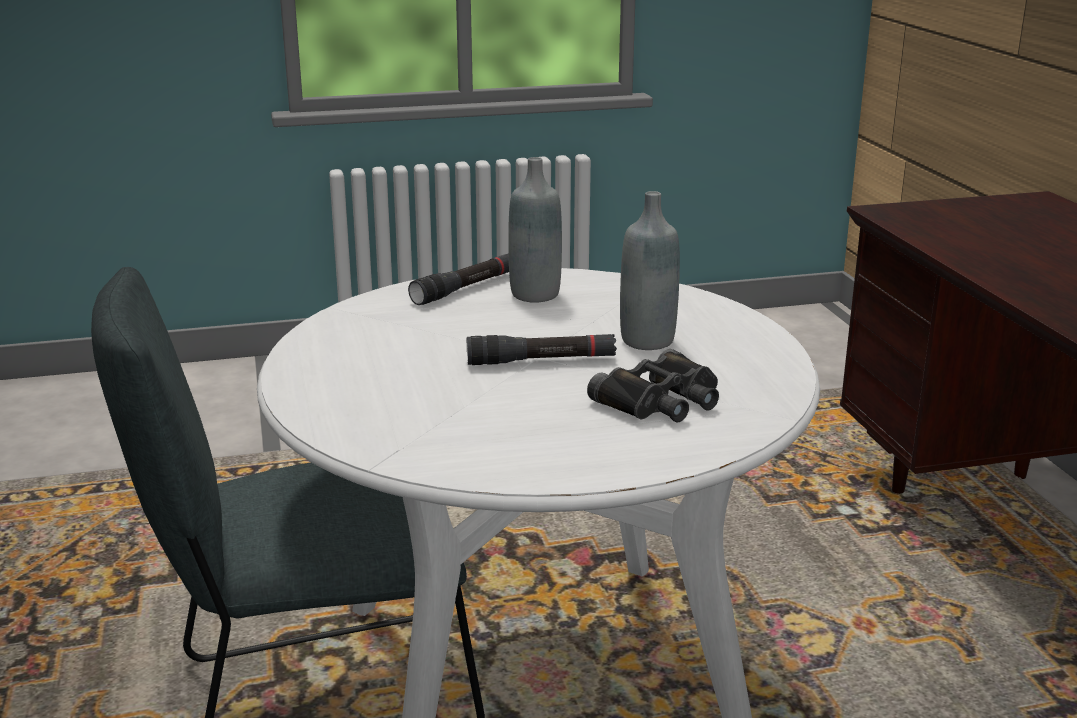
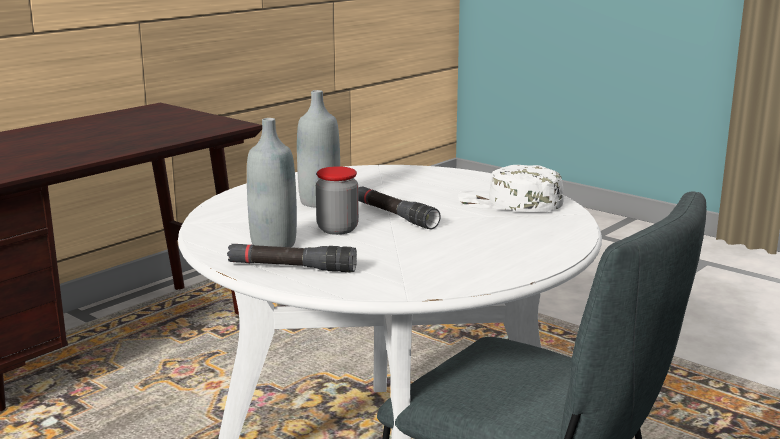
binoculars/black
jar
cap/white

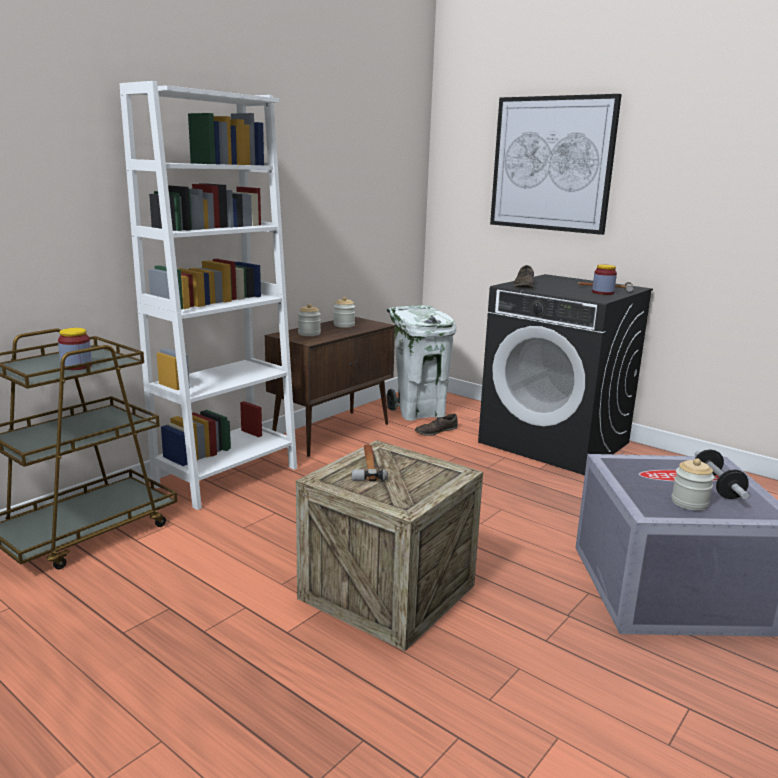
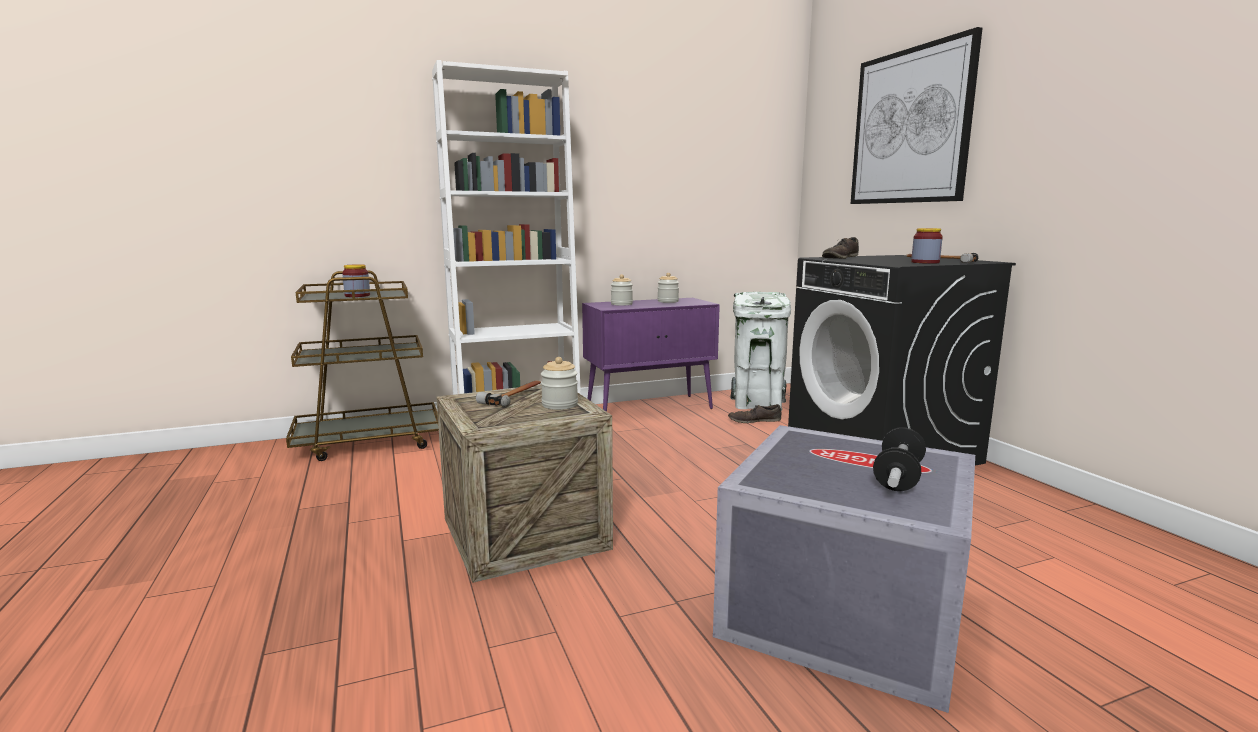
cabinet/purple
jar (2nd from left)

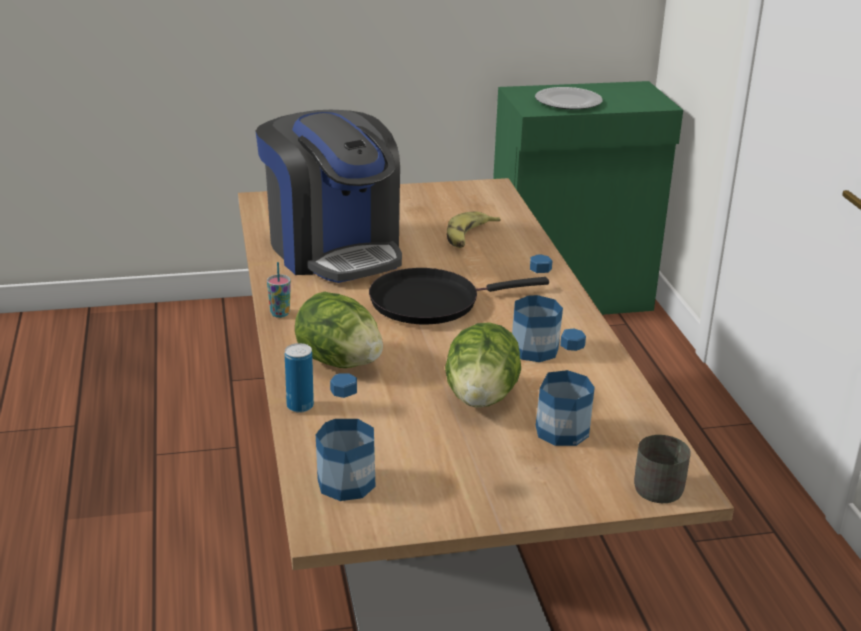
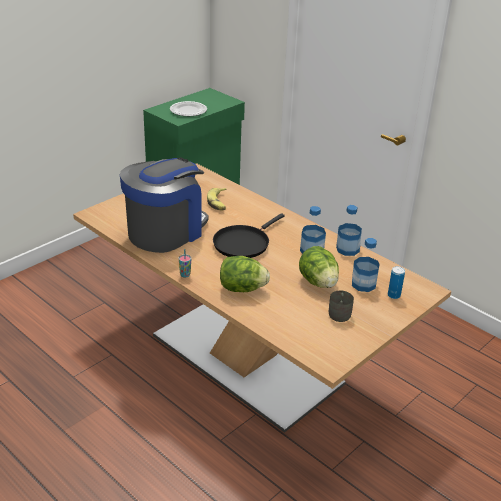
coffee machine
can
bottle (2nd from left)
mug/grey

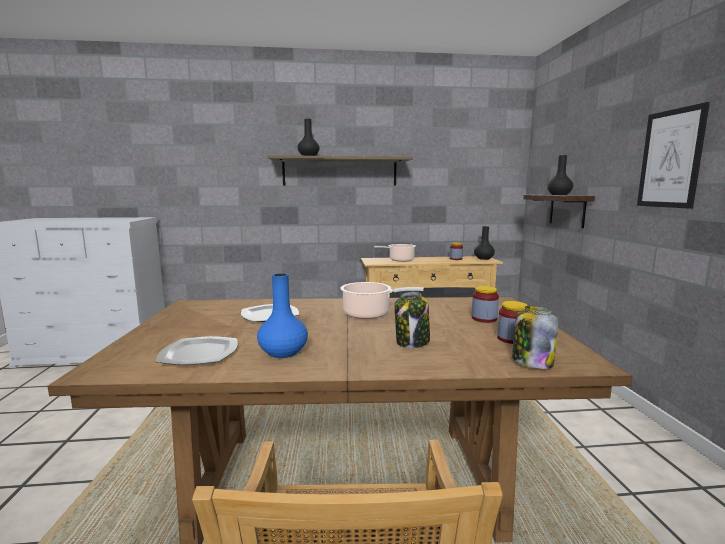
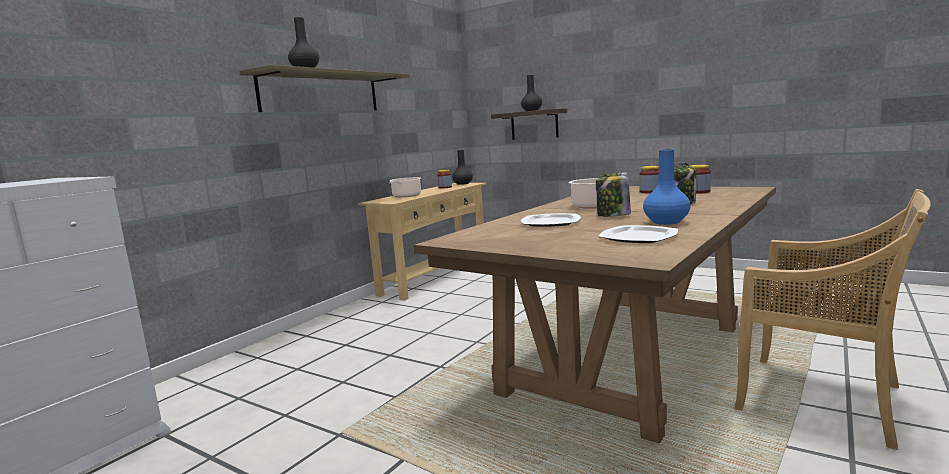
jar (2nd from left)
picture

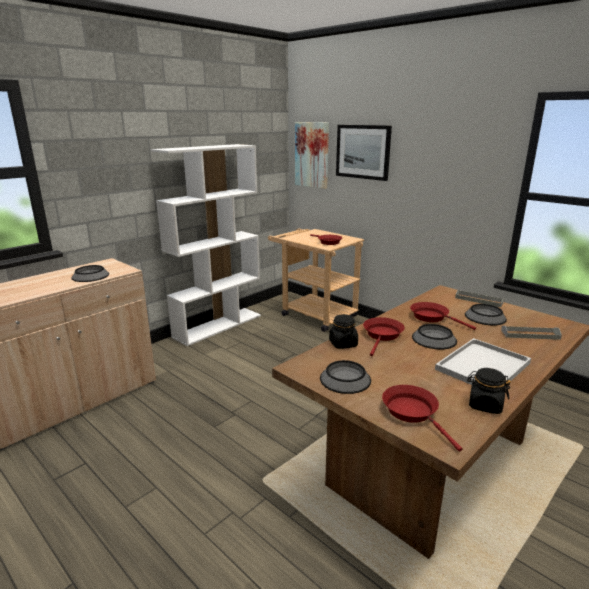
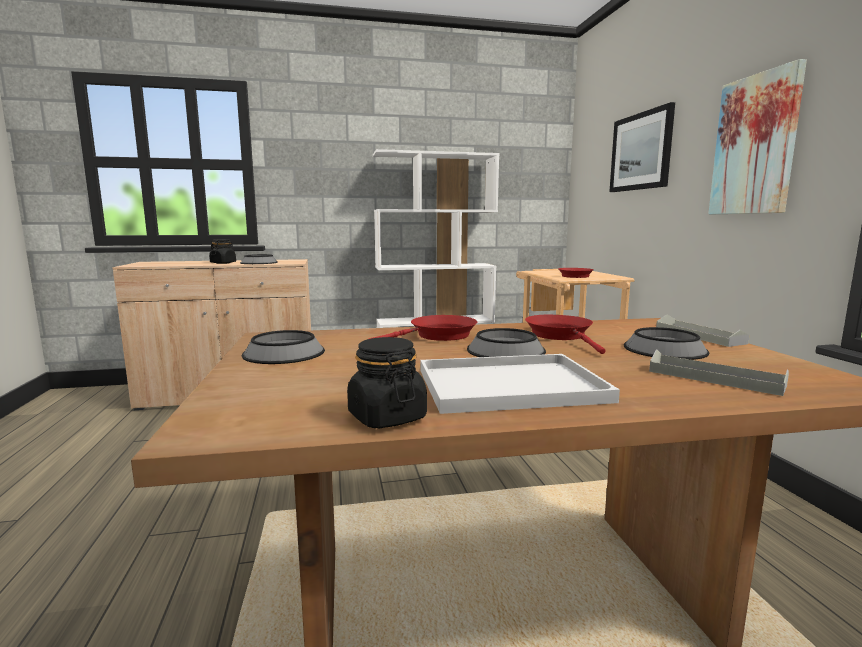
picture (2nd from left)
jar/black (1st from left)
frying pan/red (3rd from left in the first image)

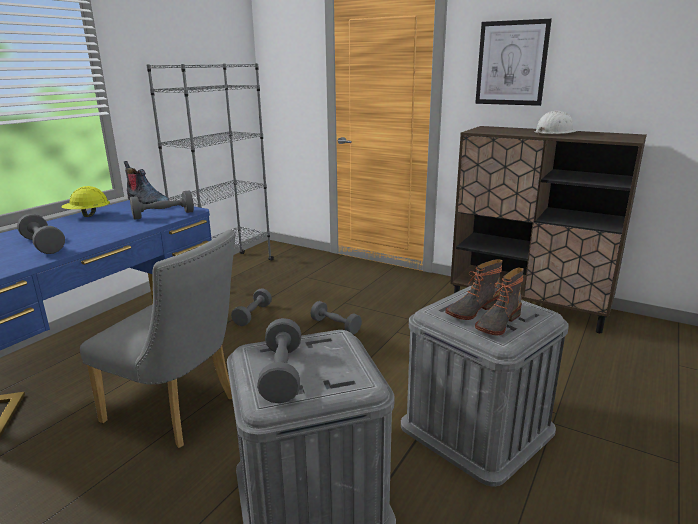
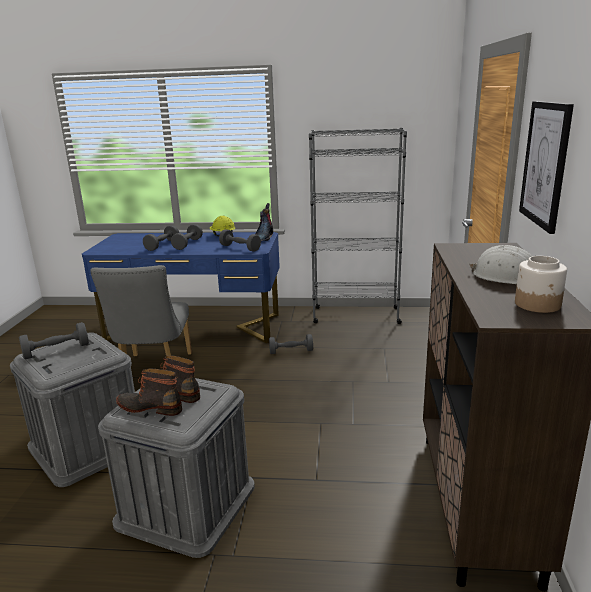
dumbbell/grey (3rd from left)
jar

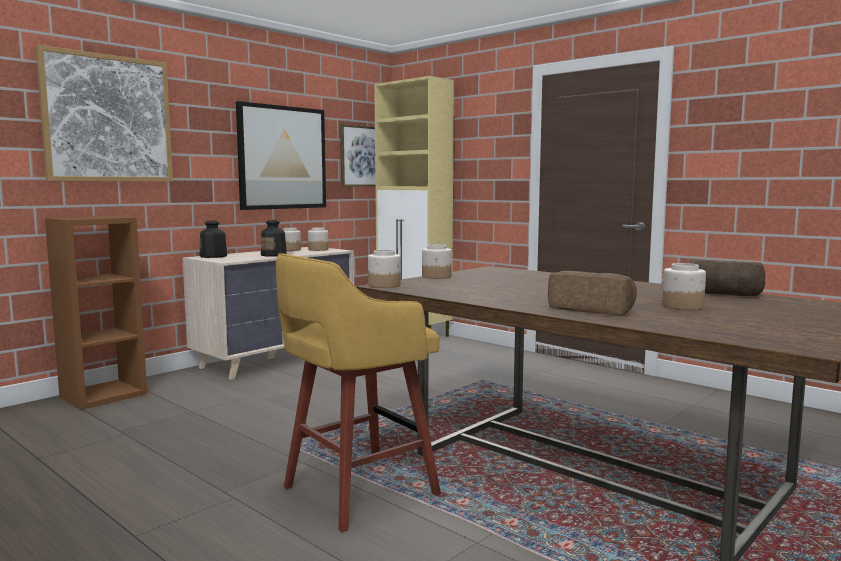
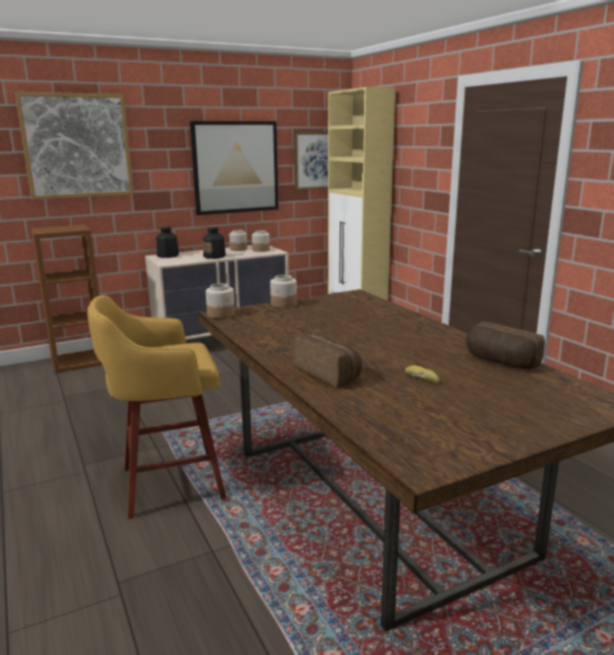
bread (2nd from left)

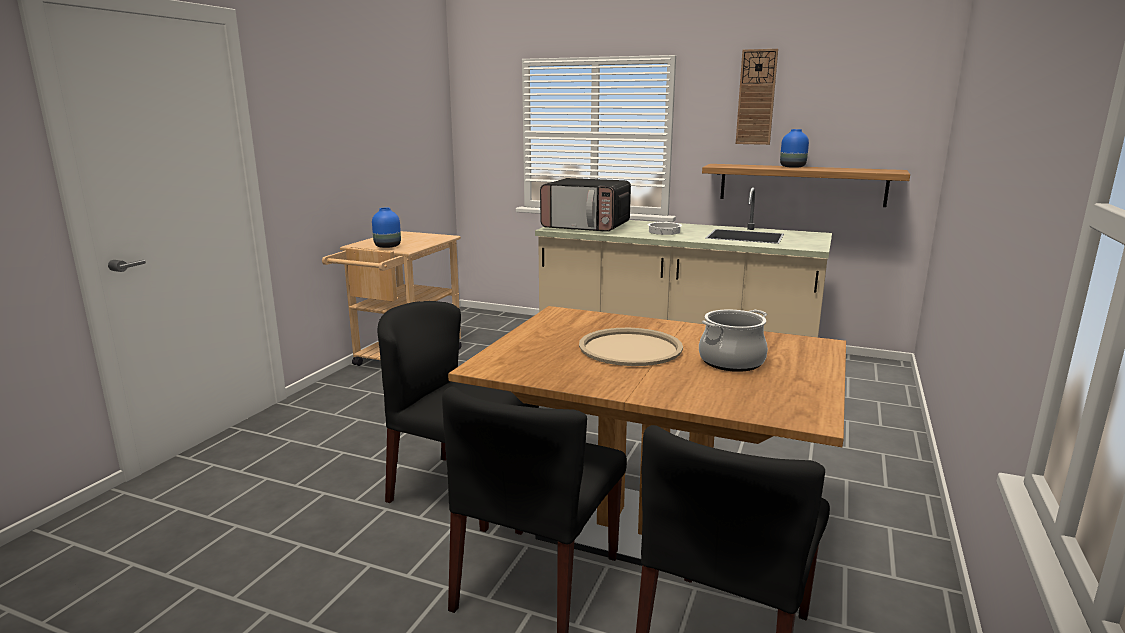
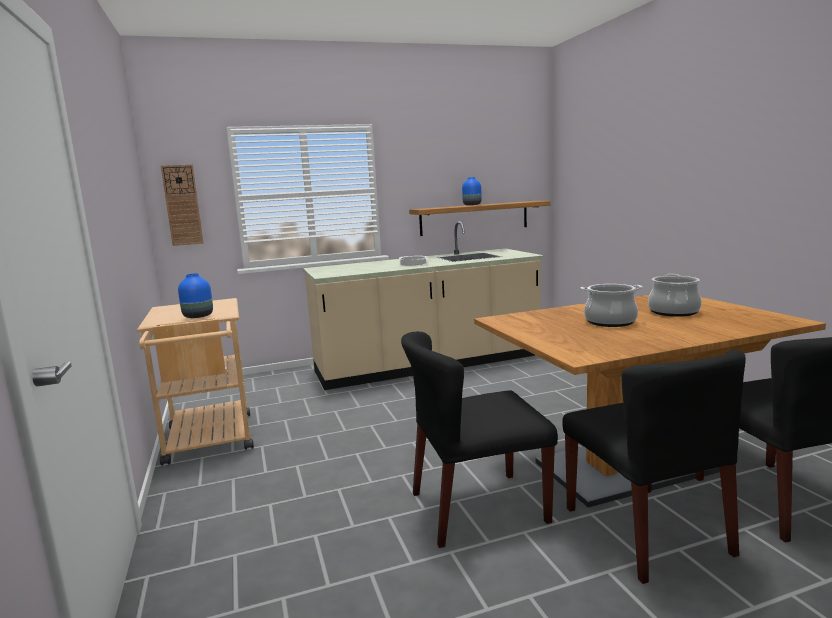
microwave
cooking pot (2nd from left)
wall clock

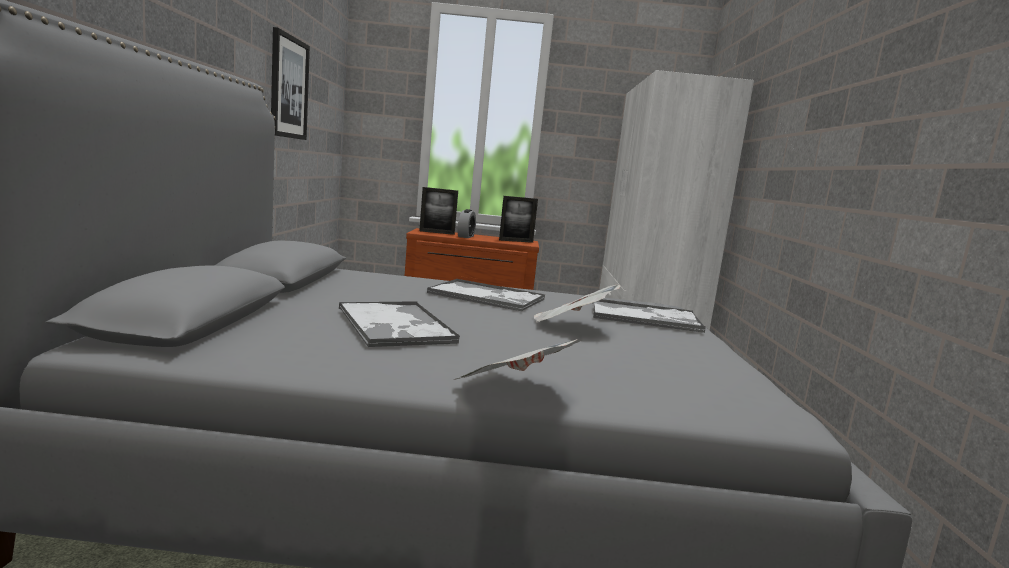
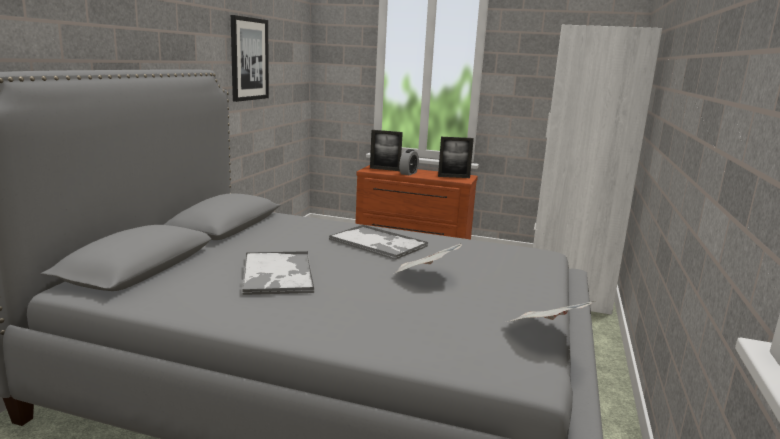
newspaper (2nd from left)
tray (3rd from left in the first image)

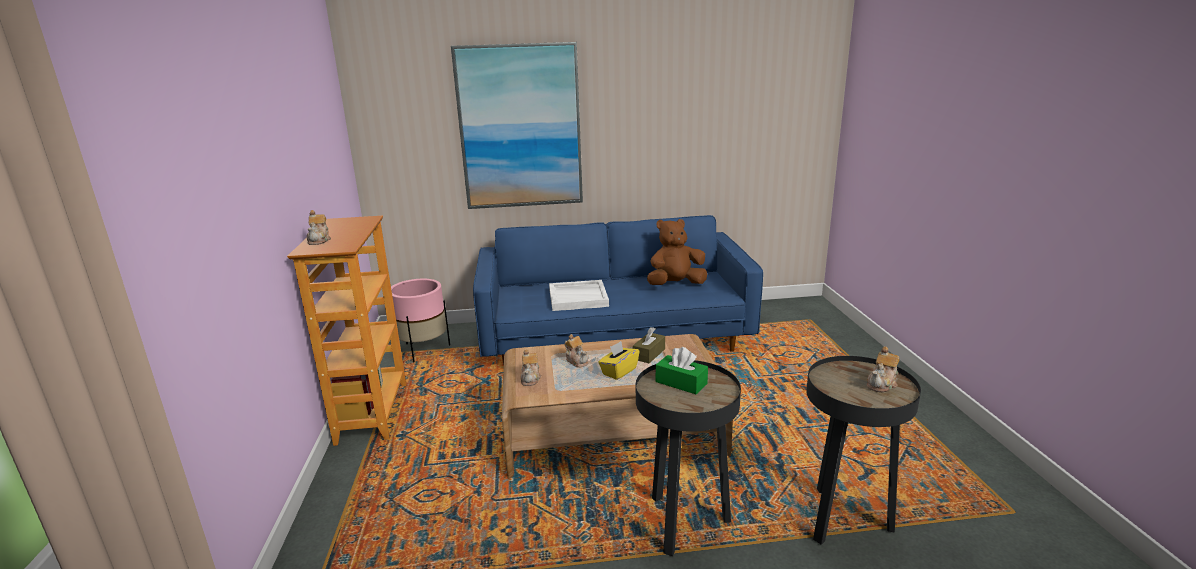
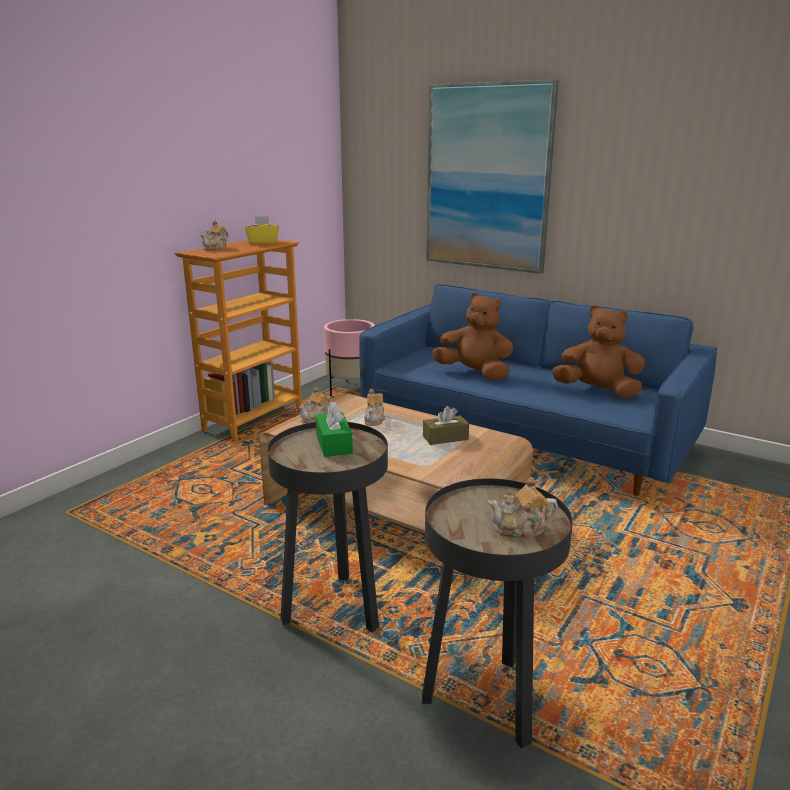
plush toy/brown (1st from left)
tissue box/yellow

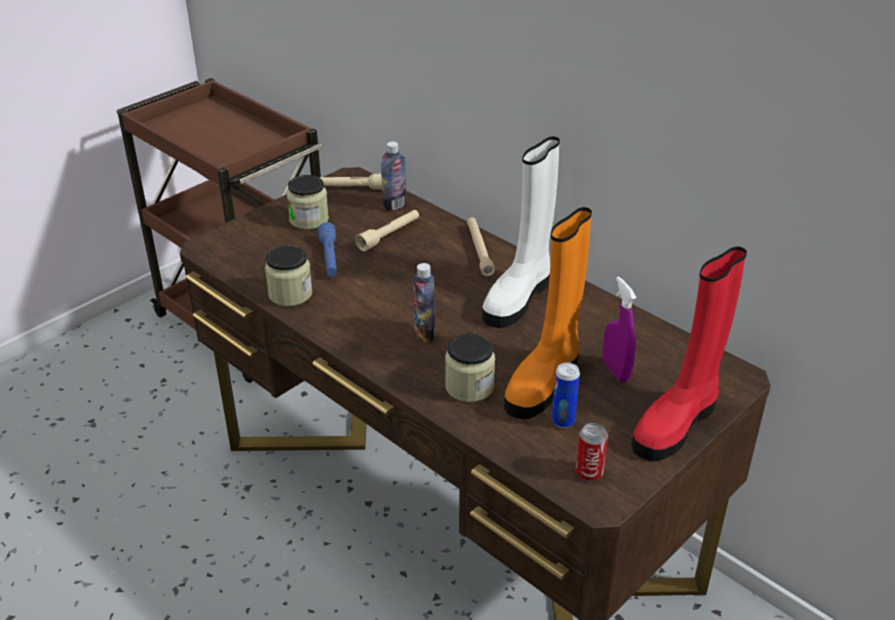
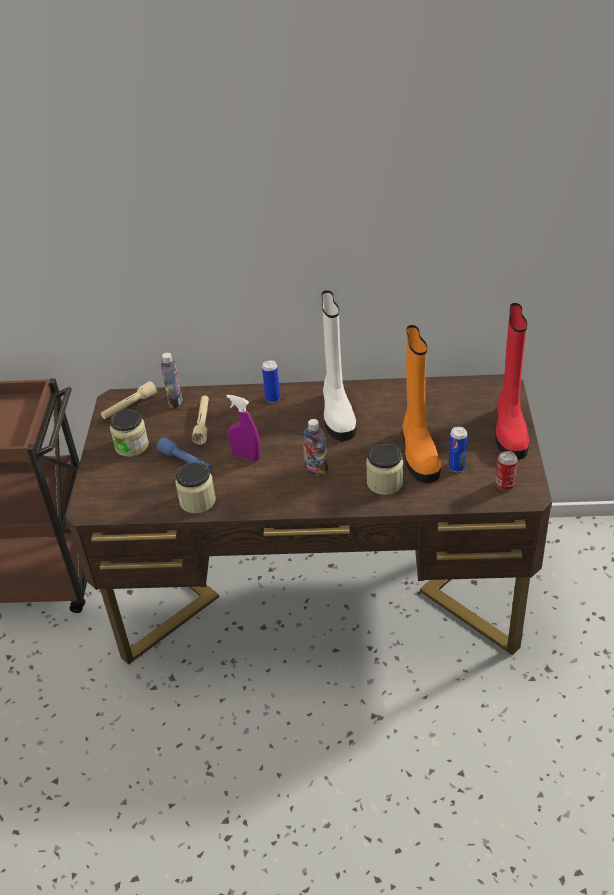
can (1st from left)
spray bottle/purple

